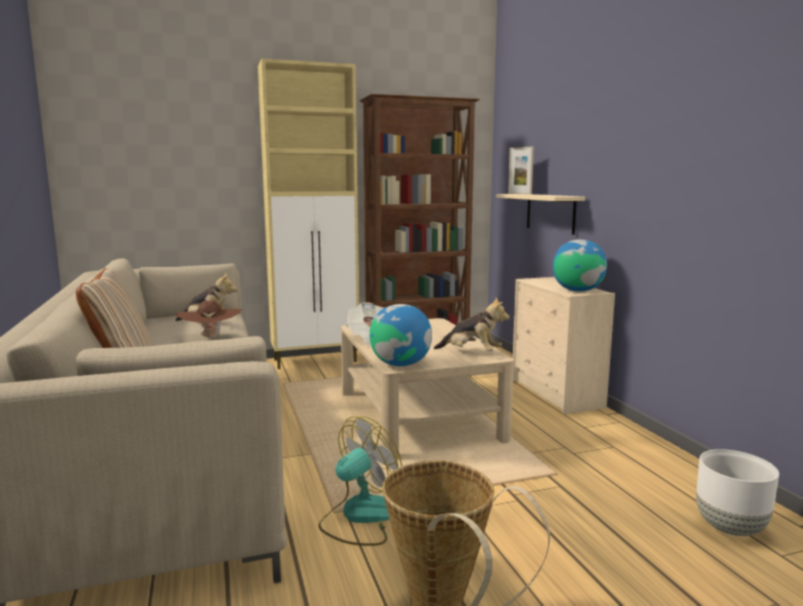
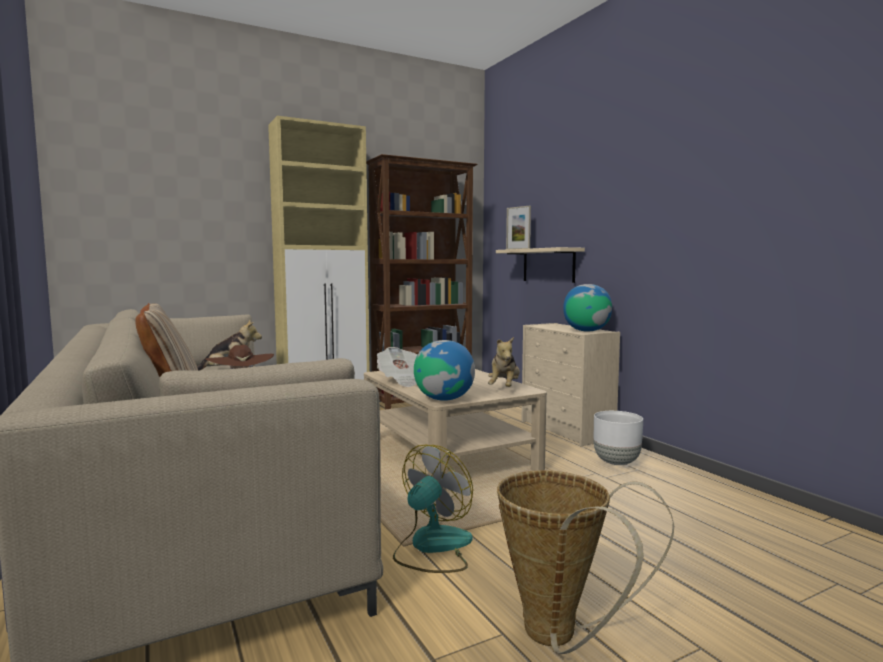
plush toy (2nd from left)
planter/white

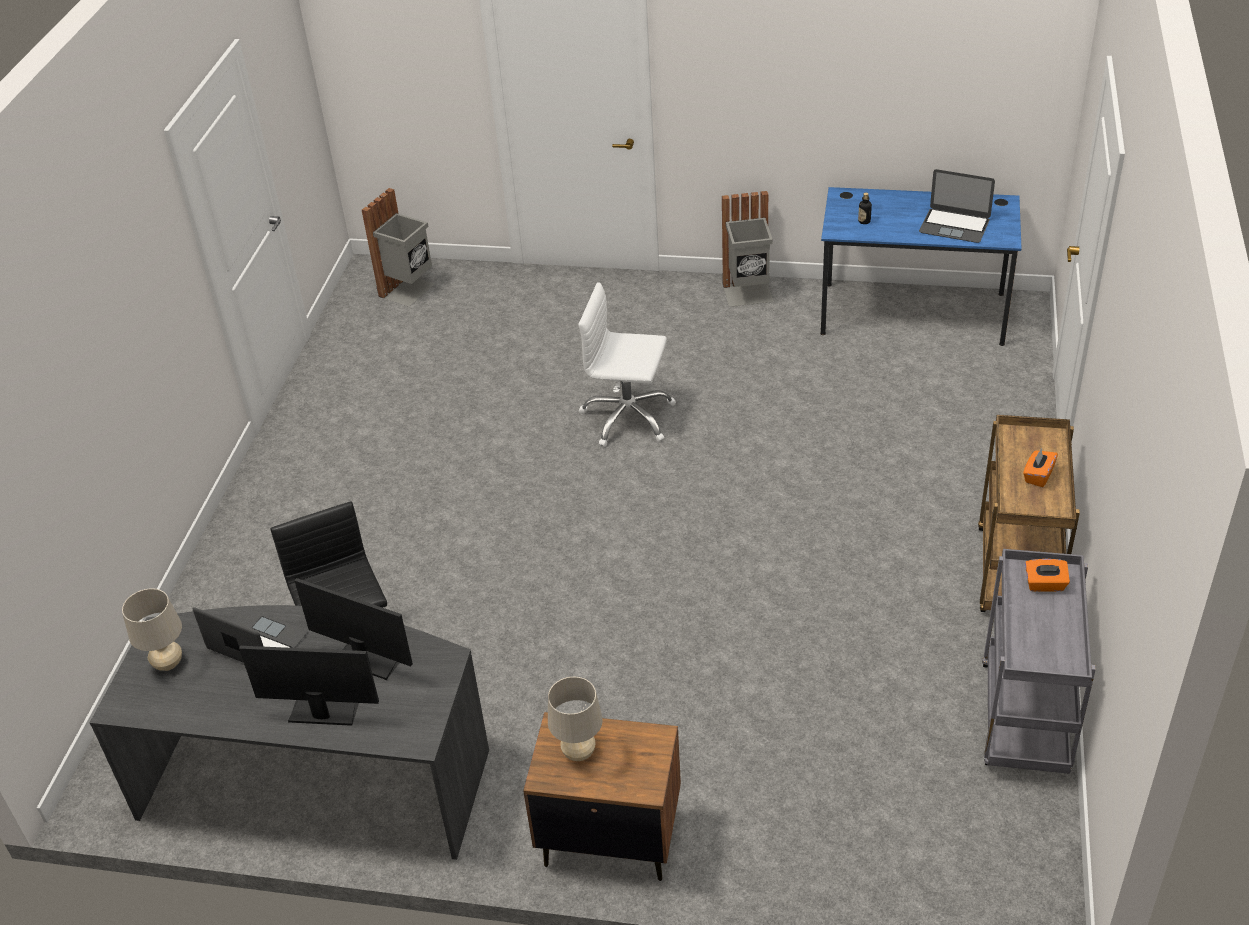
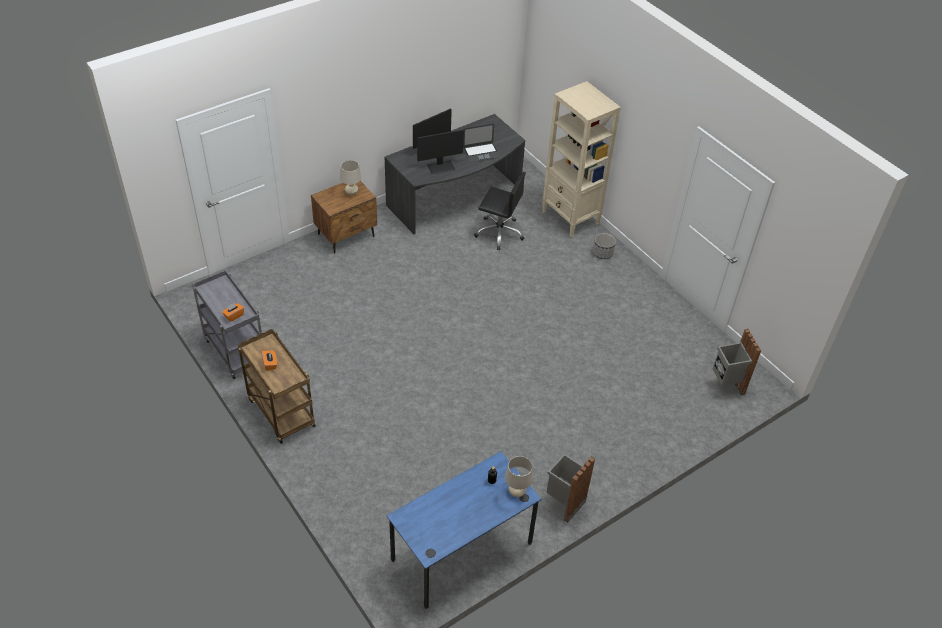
table lamp/beige (2nd from left)
office chair/white
laptop (2nd from left in the first image)
bookcase/beige
planter

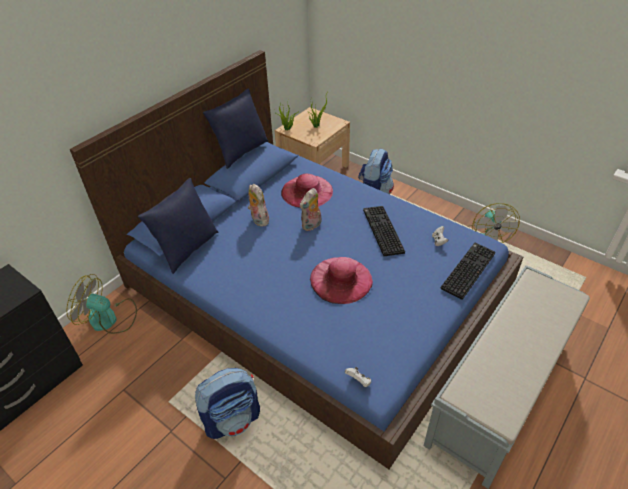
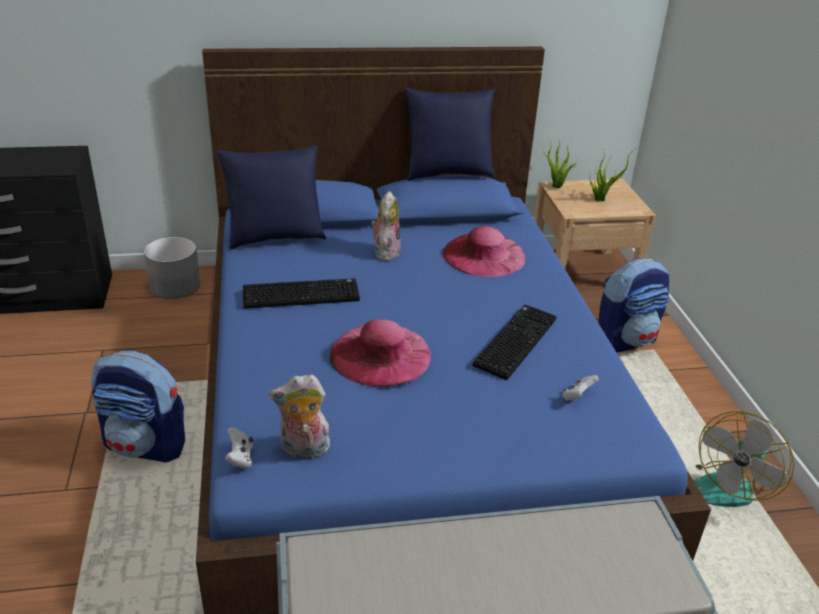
planter/grey
plush toy (1st from left)
keyboard (1st from left)

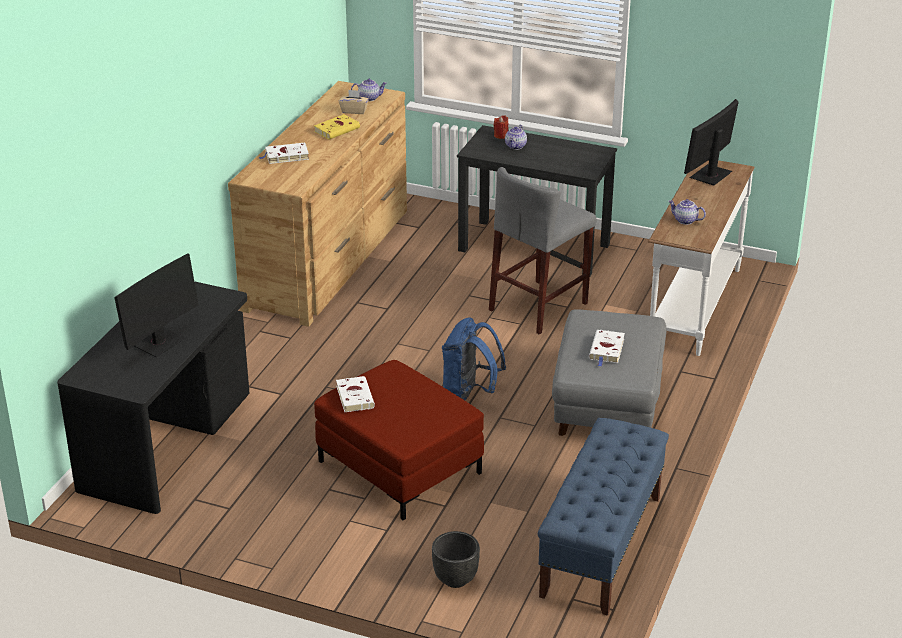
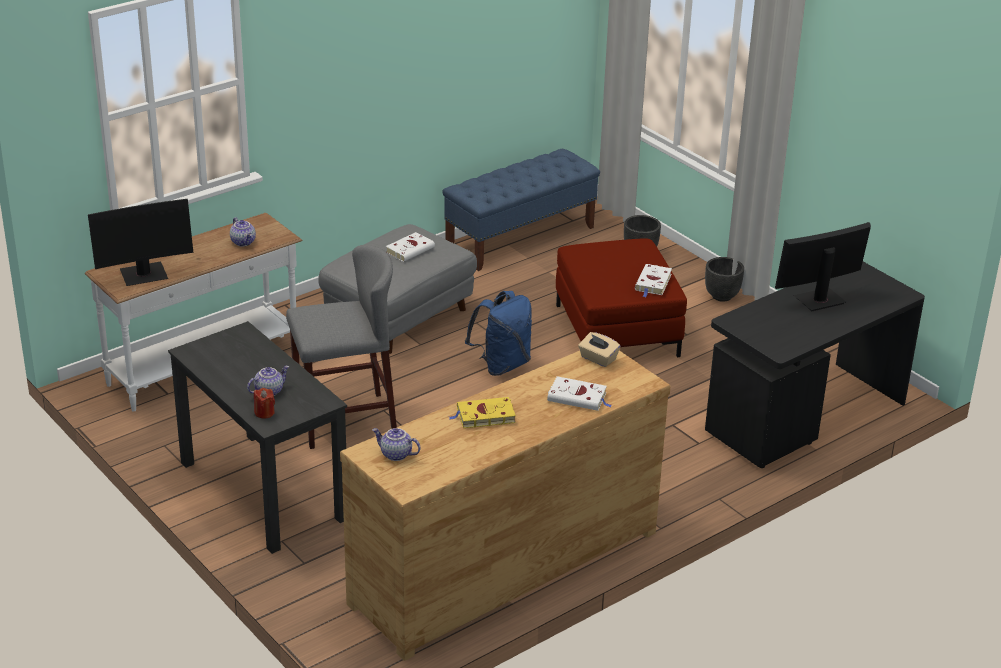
tissue box/beige
planter/black (2nd from left)

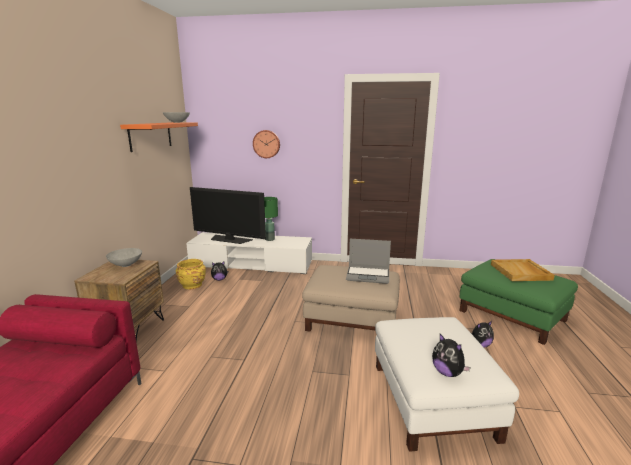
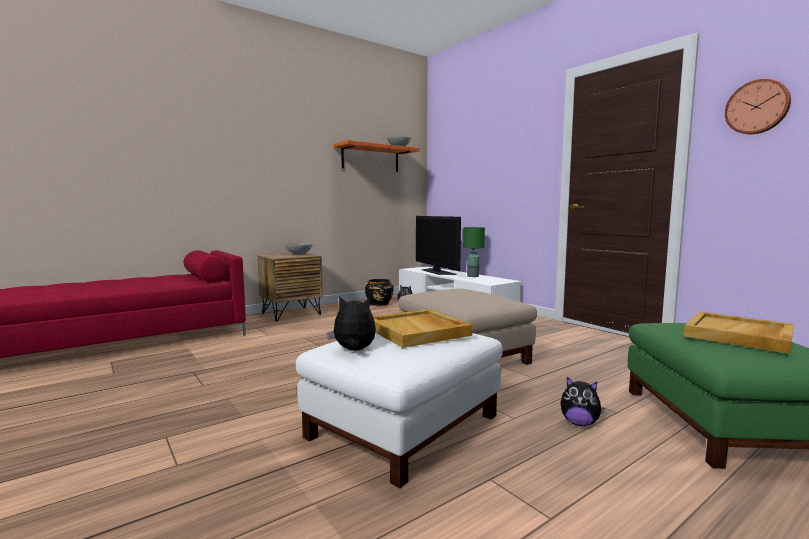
planter/black
wall clock
laptop
plush toy (1st from left)
tray/beige (1st from left)

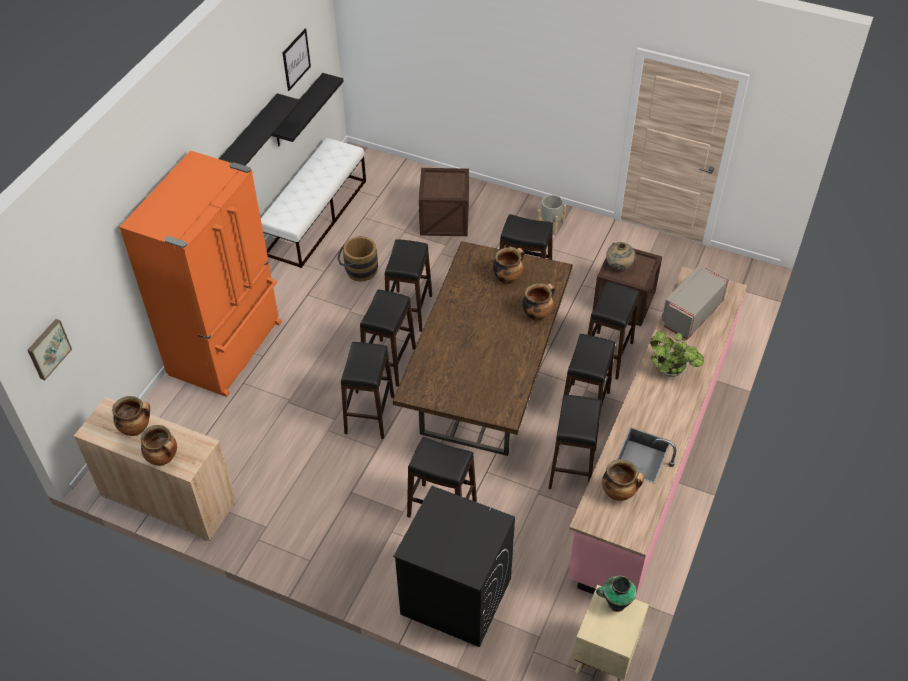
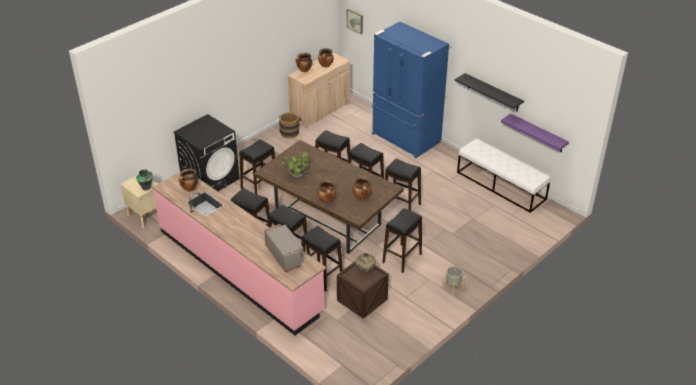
fridge/blue
shelf/purple
picture (2nd from left in the first image)
bucket/brown
crate (1st from left in the first image)
potted plant

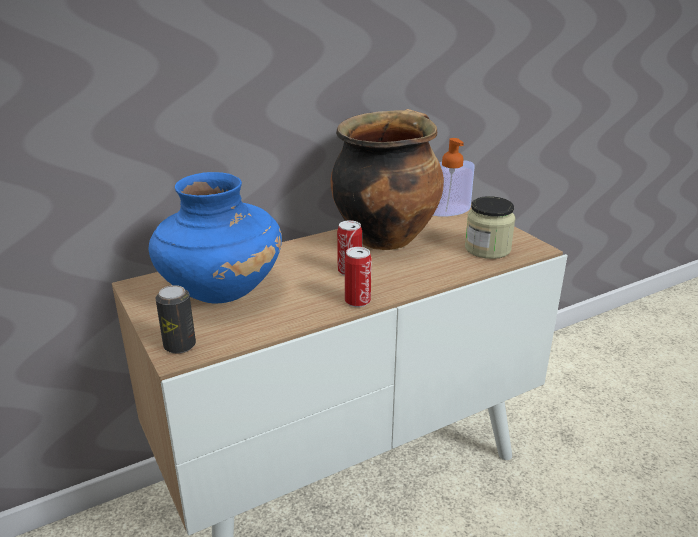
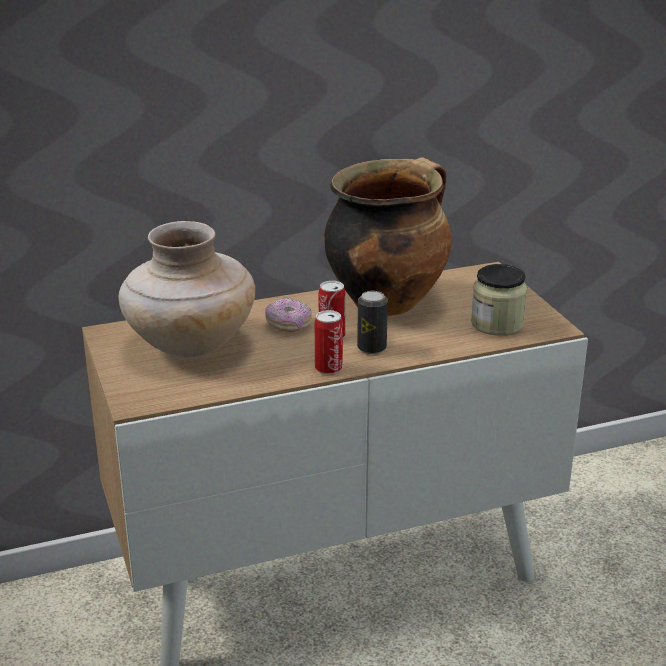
vase/beige
can (3rd from left)
soap dispenser
donut

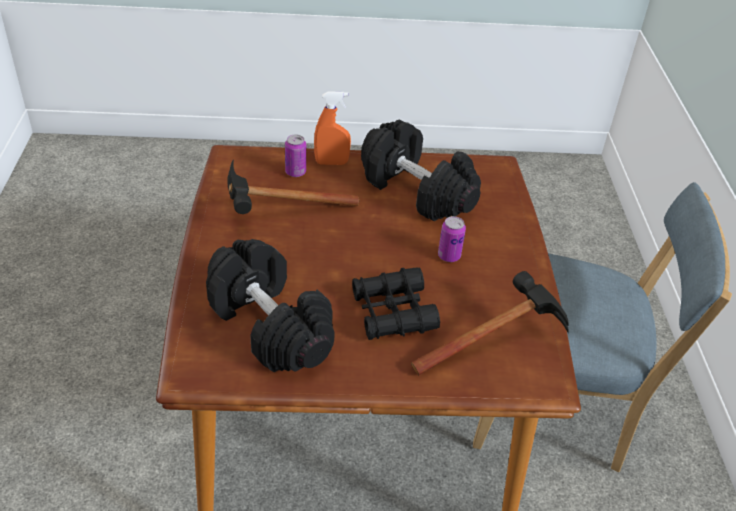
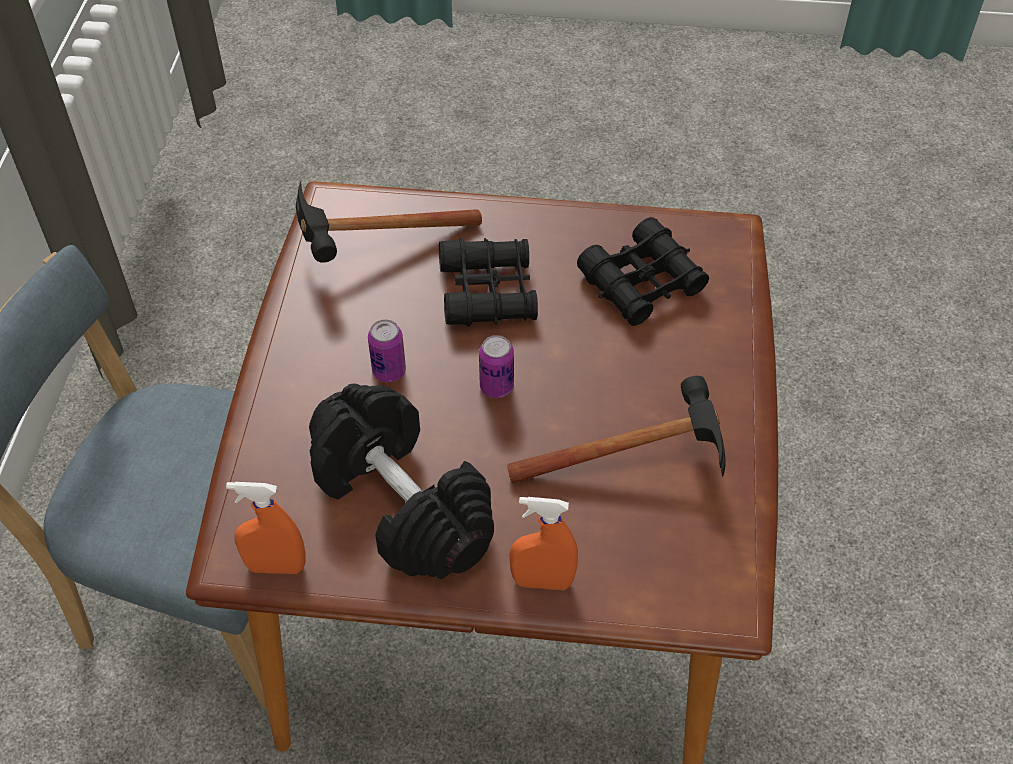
binoculars/black (2nd from left)
can (2nd from left)
spray bottle/orange (1st from left)

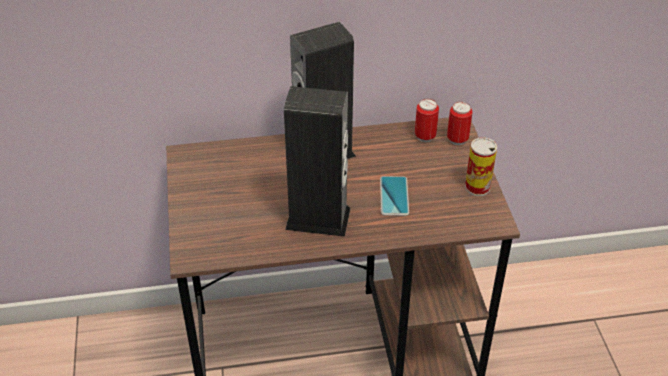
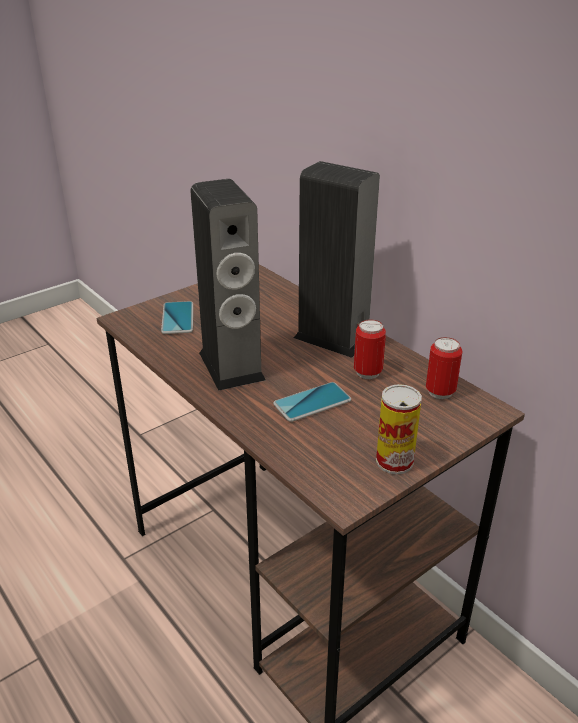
can (1st from left)
phone (1st from left)

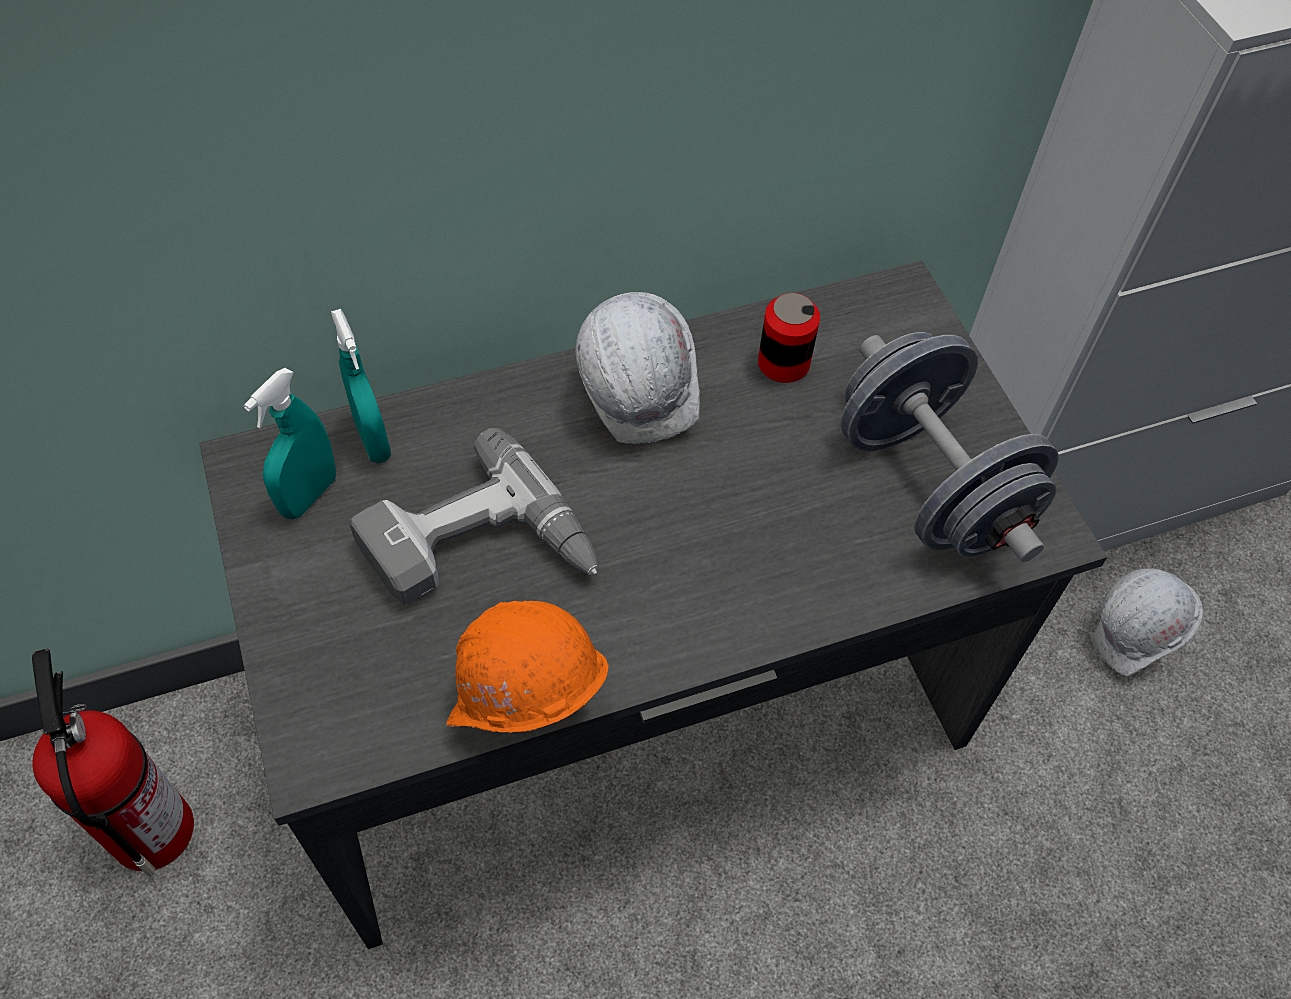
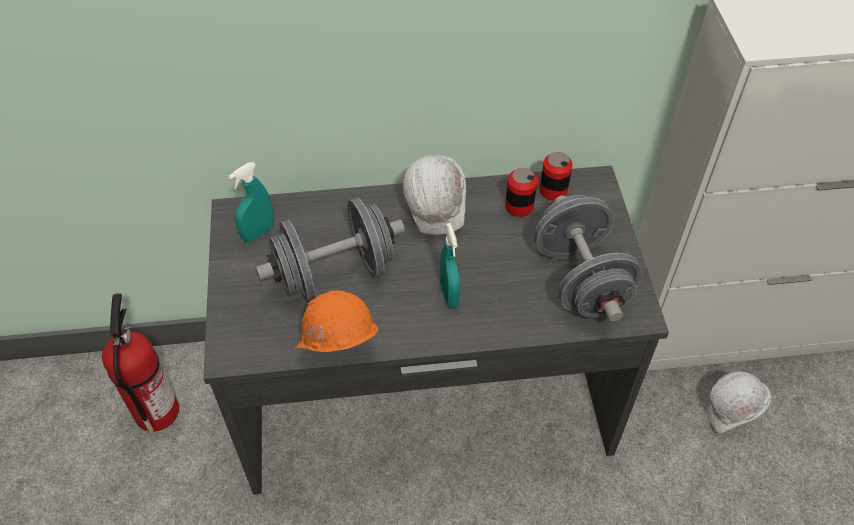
spray bottle/turquoise (2nd from left)
dumbbell/grey (1st from left)
can (2nd from left)

